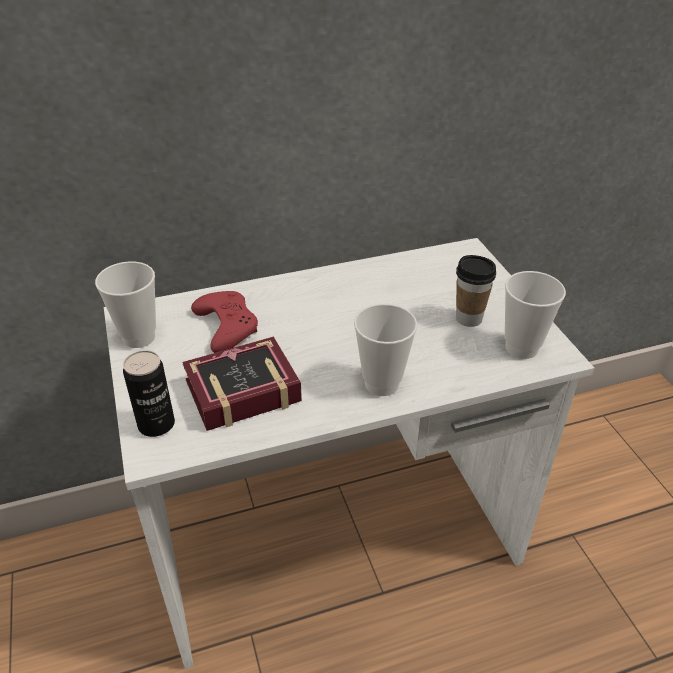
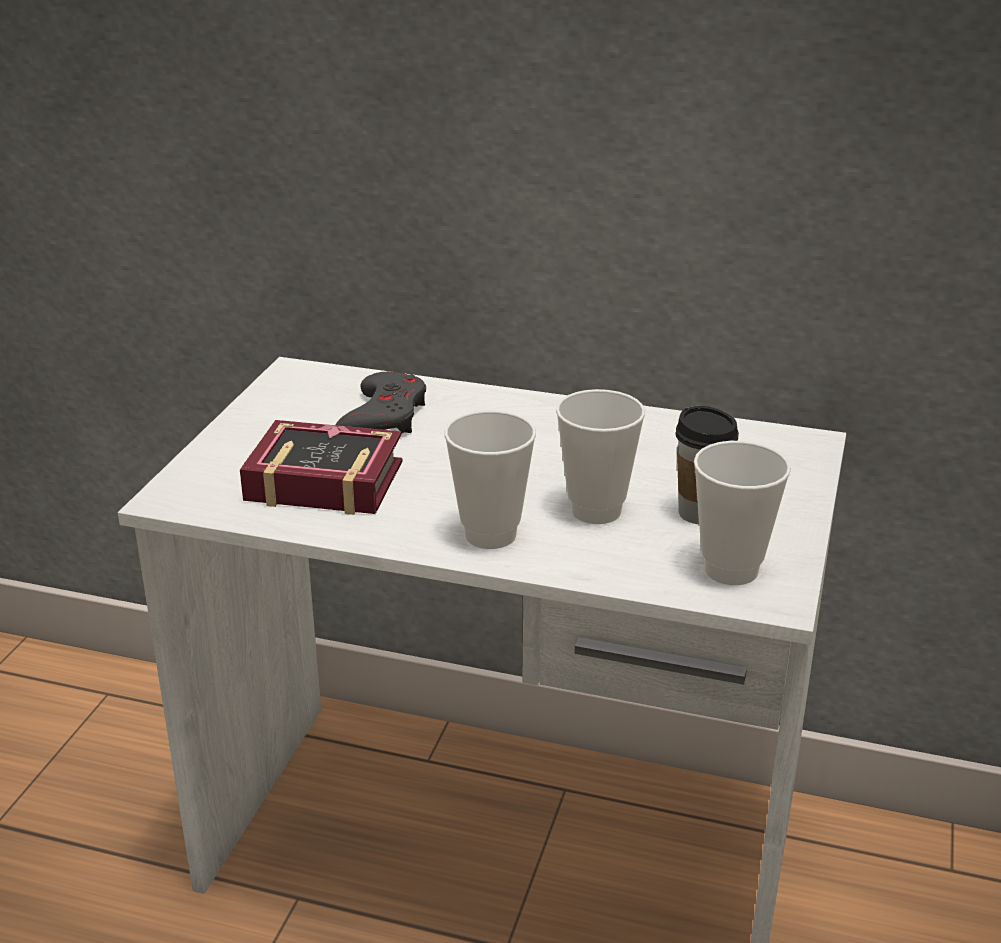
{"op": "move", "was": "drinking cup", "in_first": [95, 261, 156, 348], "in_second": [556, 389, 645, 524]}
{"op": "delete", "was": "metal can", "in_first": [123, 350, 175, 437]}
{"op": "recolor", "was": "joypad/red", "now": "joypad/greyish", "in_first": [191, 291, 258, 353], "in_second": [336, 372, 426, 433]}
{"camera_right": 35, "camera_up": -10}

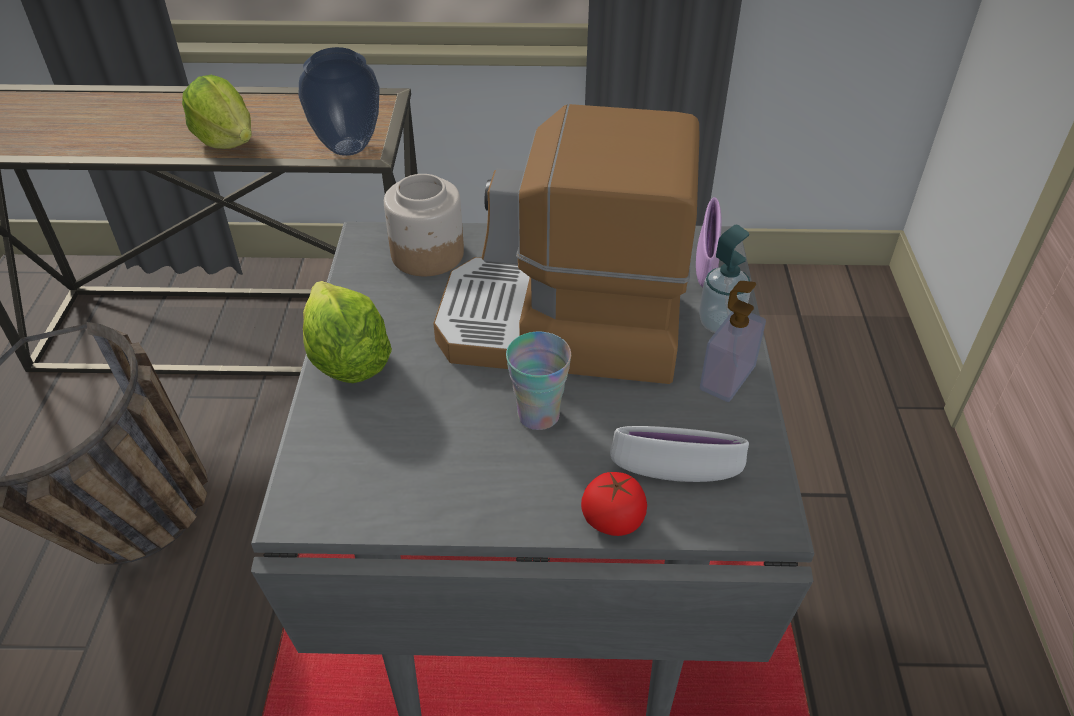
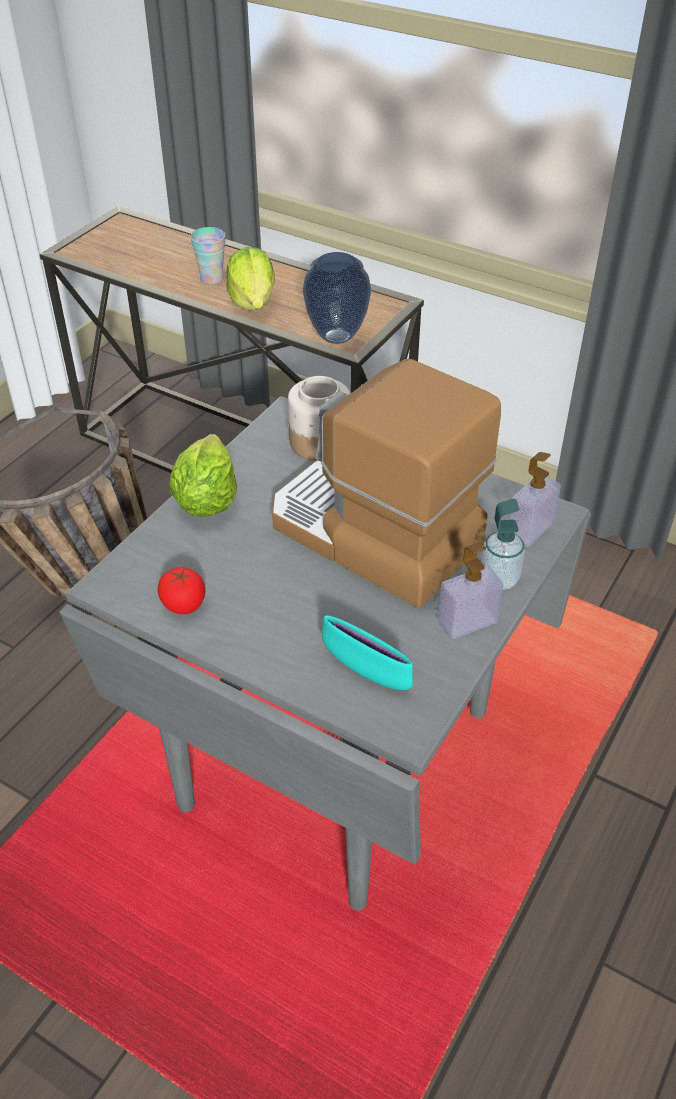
{"op": "move", "was": "drinking cup", "in_first": [506, 332, 571, 430], "in_second": [191, 227, 225, 284]}
{"op": "move", "was": "whole tomato", "in_first": [581, 472, 647, 536], "in_second": [158, 567, 206, 614]}
{"op": "recolor", "was": "bowl/white", "now": "bowl/turquoise-coloured", "in_first": [610, 426, 749, 482], "in_second": [322, 615, 413, 690]}
{"op": "replace", "was": "bowl/purple", "now": "soap bottle", "in_first": [696, 197, 721, 288], "in_second": [508, 452, 561, 548]}
{"camera_right": 30, "camera_up": 0}

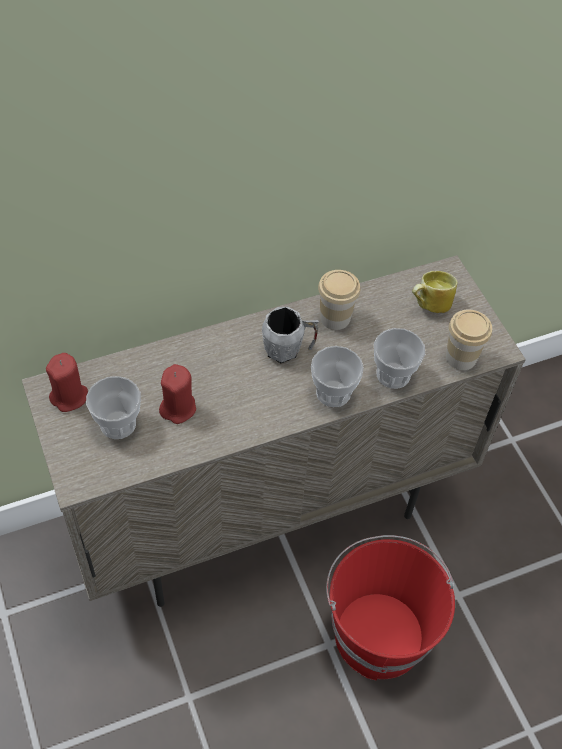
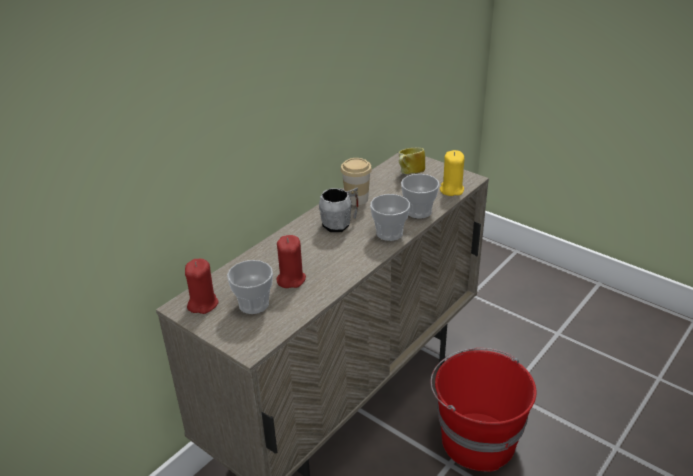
{"op": "replace", "was": "drinking cup", "now": "wax light/yellowish", "in_first": [446, 310, 492, 370], "in_second": [440, 150, 464, 196]}
{"camera_right": -25, "camera_up": -20}

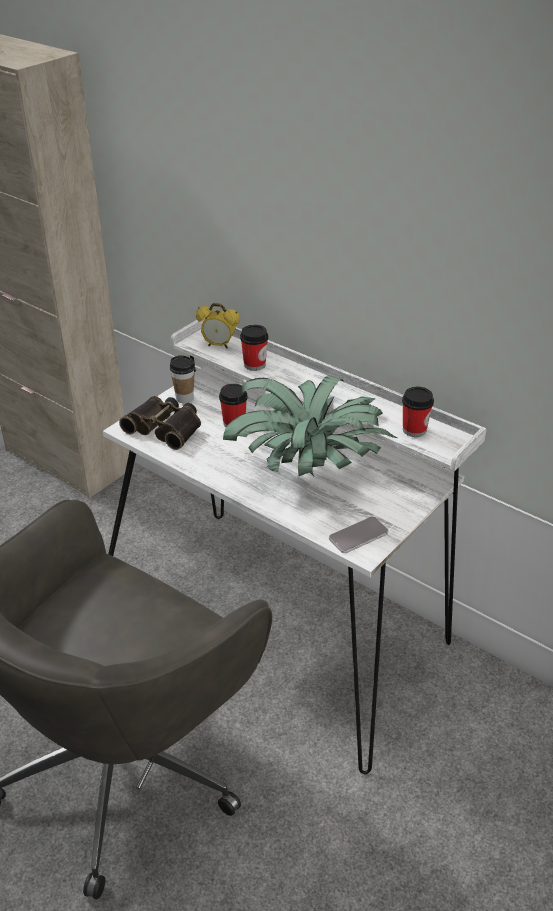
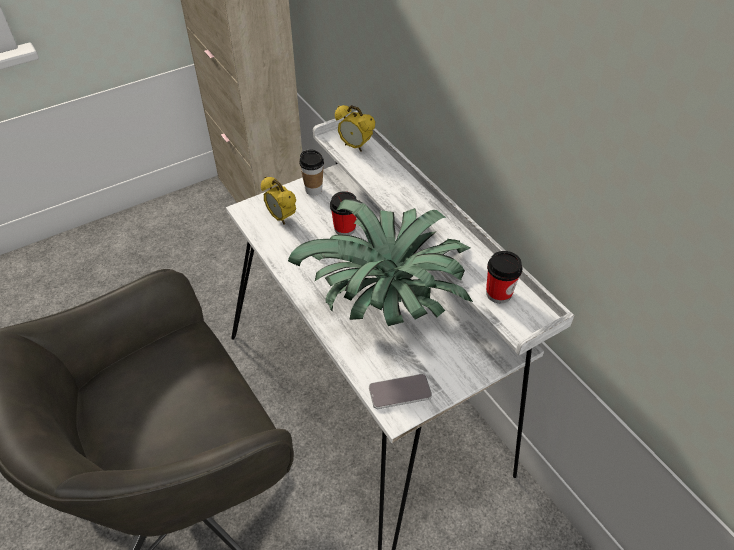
{"op": "replace", "was": "pair of binoculars", "now": "bedside clock", "in_first": [119, 396, 201, 450], "in_second": [261, 177, 296, 225]}
{"op": "delete", "was": "drinking cup", "in_first": [240, 325, 268, 371]}
{"camera_right": 20, "camera_up": 10}

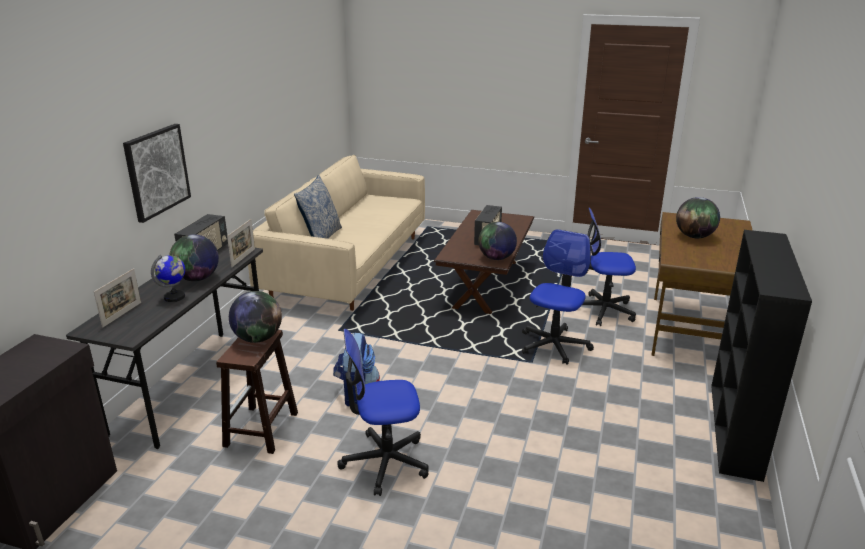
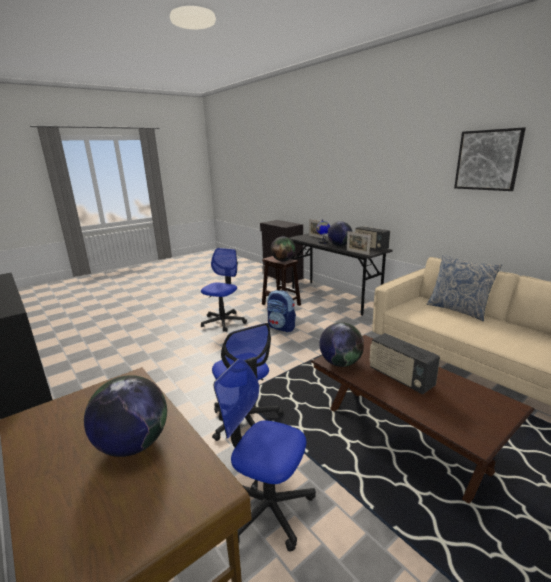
{"op": "move", "was": "wall picture", "in_first": [123, 124, 191, 223], "in_second": [454, 128, 526, 191]}
{"op": "rotate", "was": "office chair", "in_first": [582, 207, 636, 326], "in_second": [214, 359, 316, 551], "clockwise": -105}
{"camera_right": 125, "camera_up": -5}

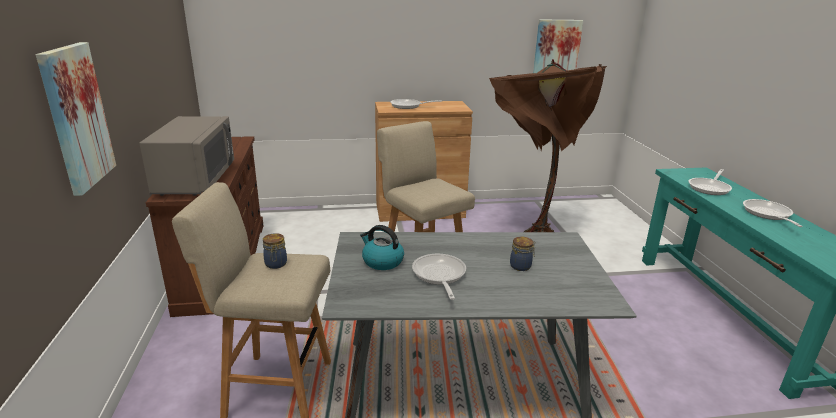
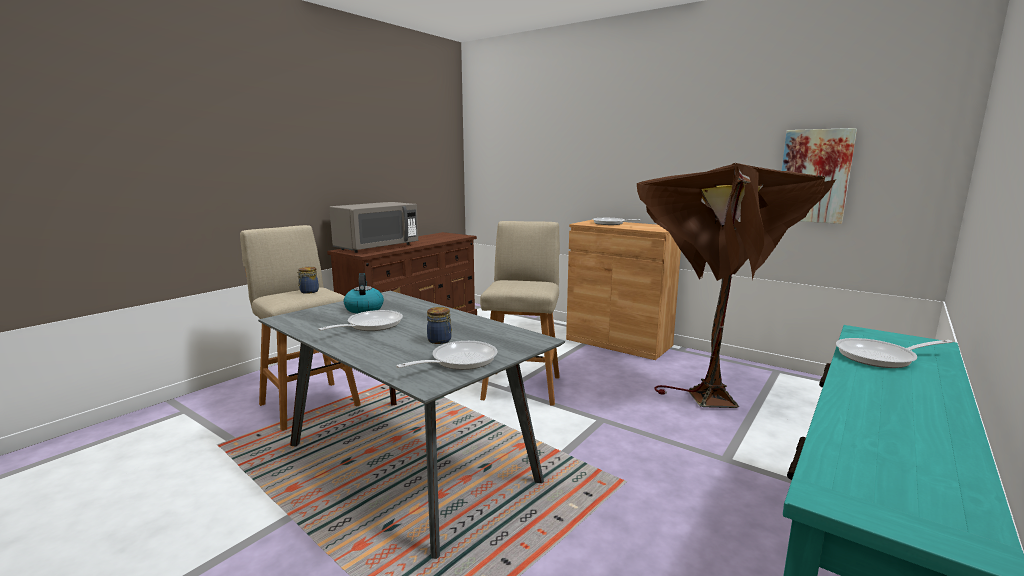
{"op": "delete", "was": "wall picture", "in_first": [36, 42, 116, 196]}
{"op": "move", "was": "frying pan", "in_first": [743, 199, 803, 227], "in_second": [396, 341, 498, 370]}
{"camera_right": 45, "camera_up": -10}

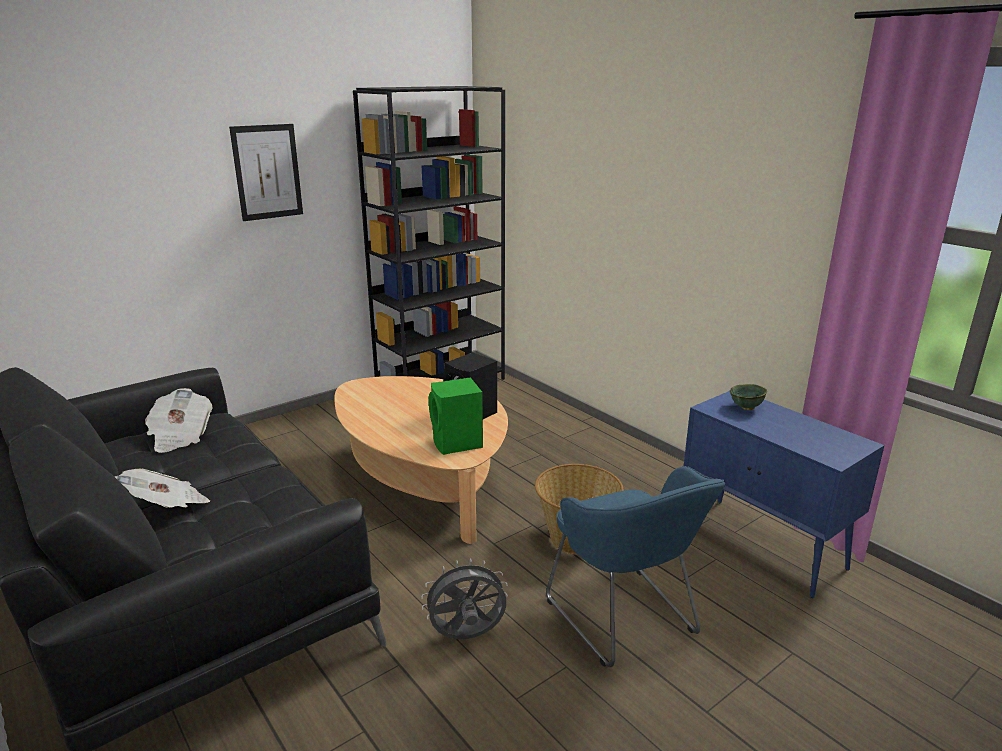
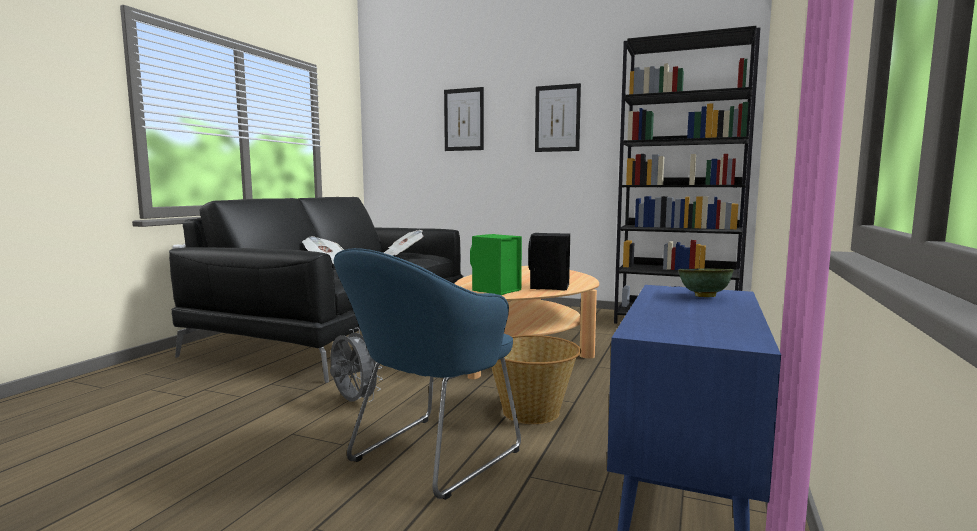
{"op": "insert", "now": "wall picture", "in_second": [444, 87, 484, 151]}
{"camera_right": 60, "camera_up": -15}

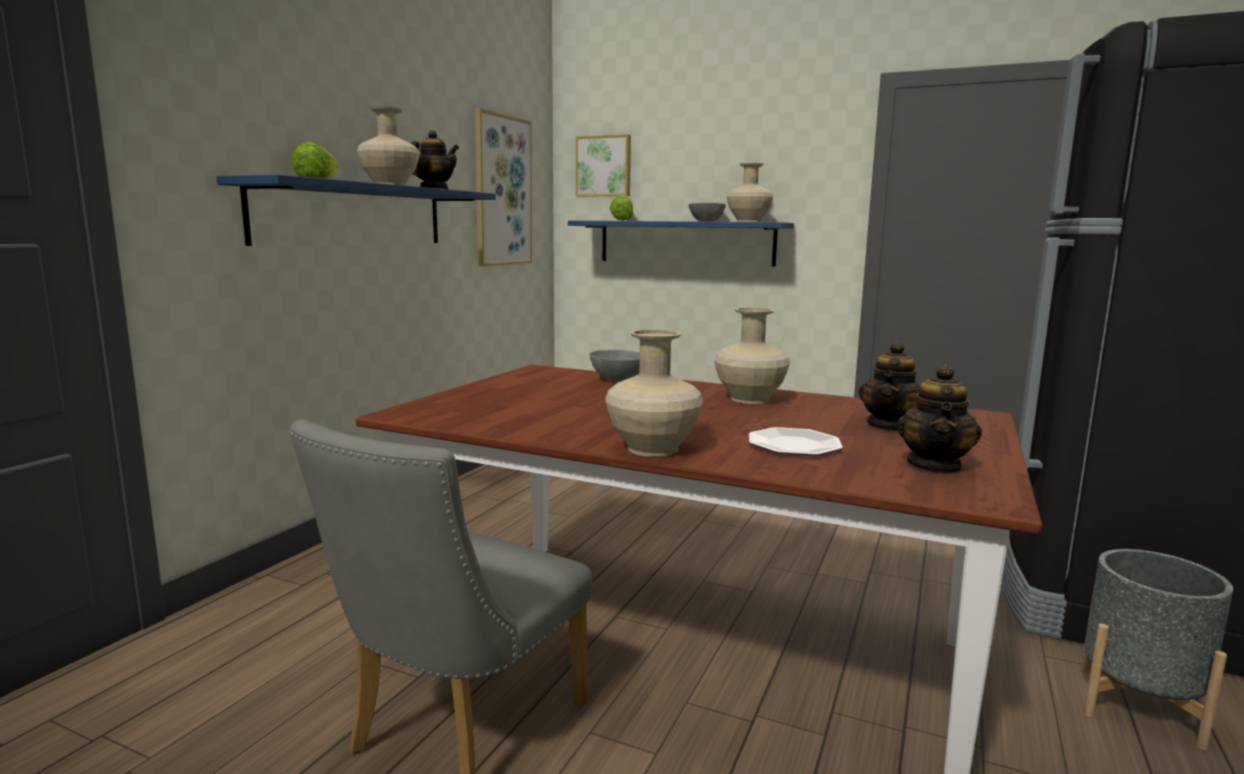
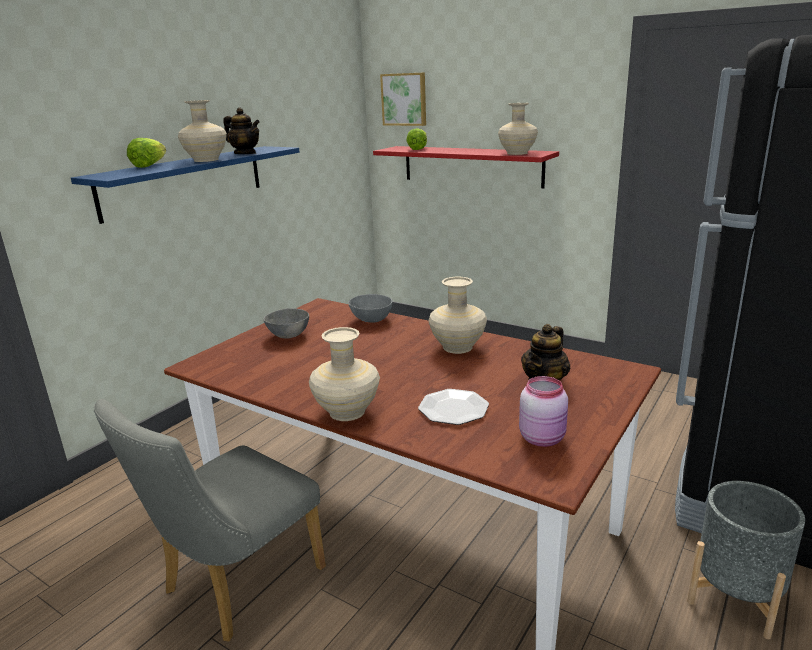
{"op": "delete", "was": "wall picture", "in_first": [475, 108, 532, 266]}
{"op": "recolor", "was": "bracket shelf/blue-coloured", "now": "bracket shelf/red", "in_first": [568, 221, 794, 267], "in_second": [373, 146, 559, 188]}
{"op": "move", "was": "bowl/greyish", "in_first": [688, 203, 725, 222], "in_second": [263, 308, 309, 339]}
{"op": "replace", "was": "pot for tea", "now": "preserve jar/pinkish", "in_first": [897, 365, 982, 474], "in_second": [519, 376, 568, 447]}
{"camera_right": 10, "camera_up": 10}

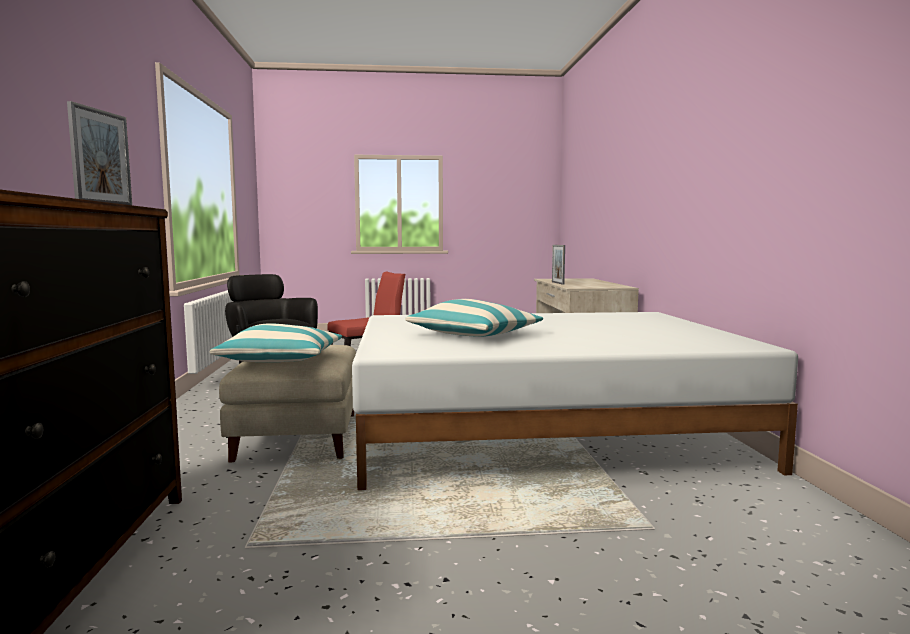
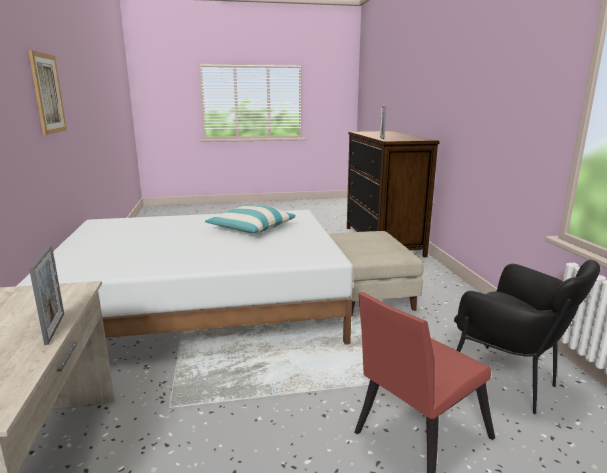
{"op": "delete", "was": "cushion", "in_first": [209, 323, 342, 362]}
{"op": "insert", "now": "wall picture", "in_second": [28, 50, 67, 135]}
{"camera_right": 175, "camera_up": 10}

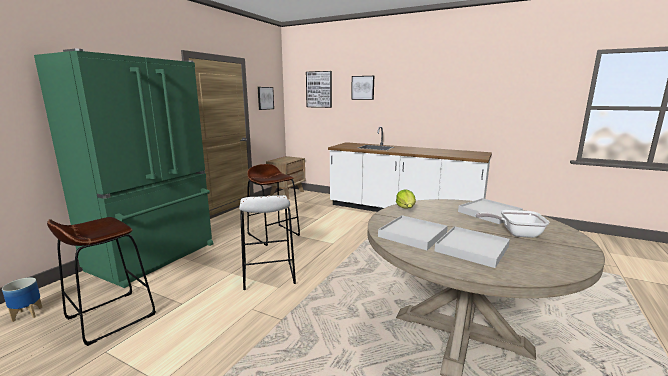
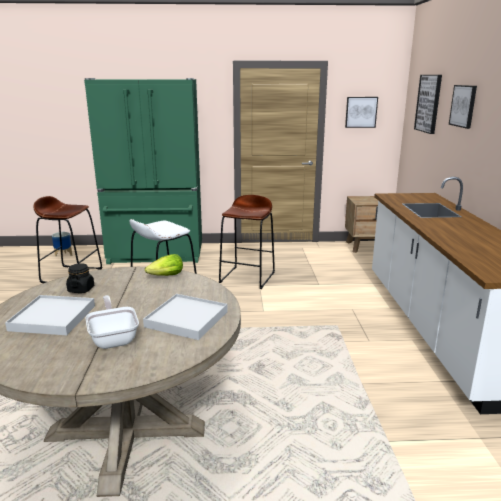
{"op": "replace", "was": "carrying tray/white", "now": "preserve jar/black", "in_first": [378, 215, 448, 250], "in_second": [66, 263, 94, 293]}
{"camera_right": 60, "camera_up": 5}

